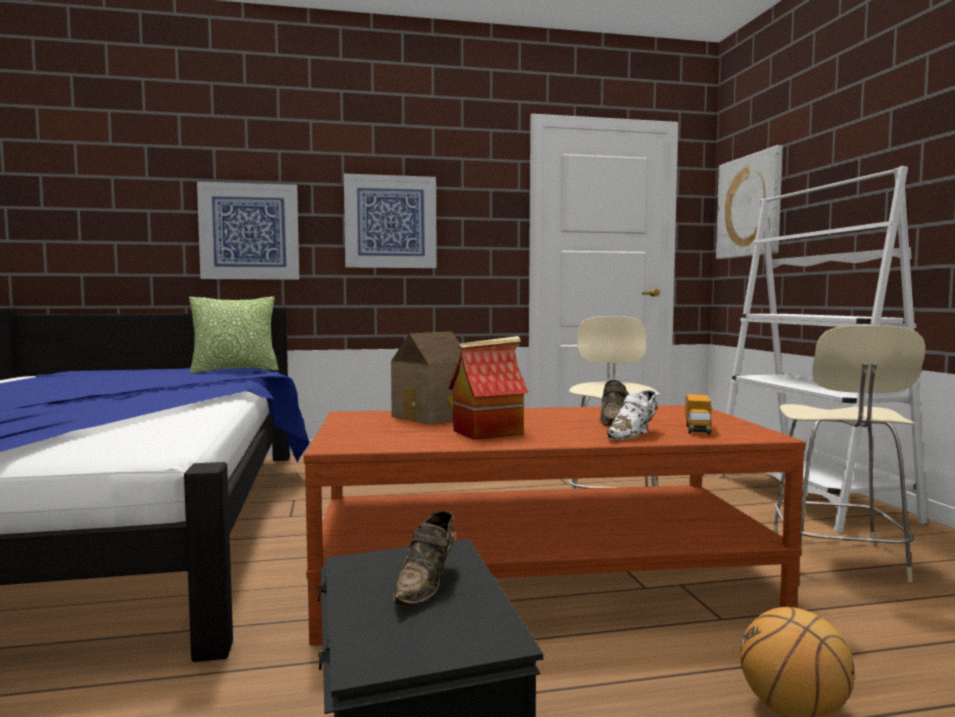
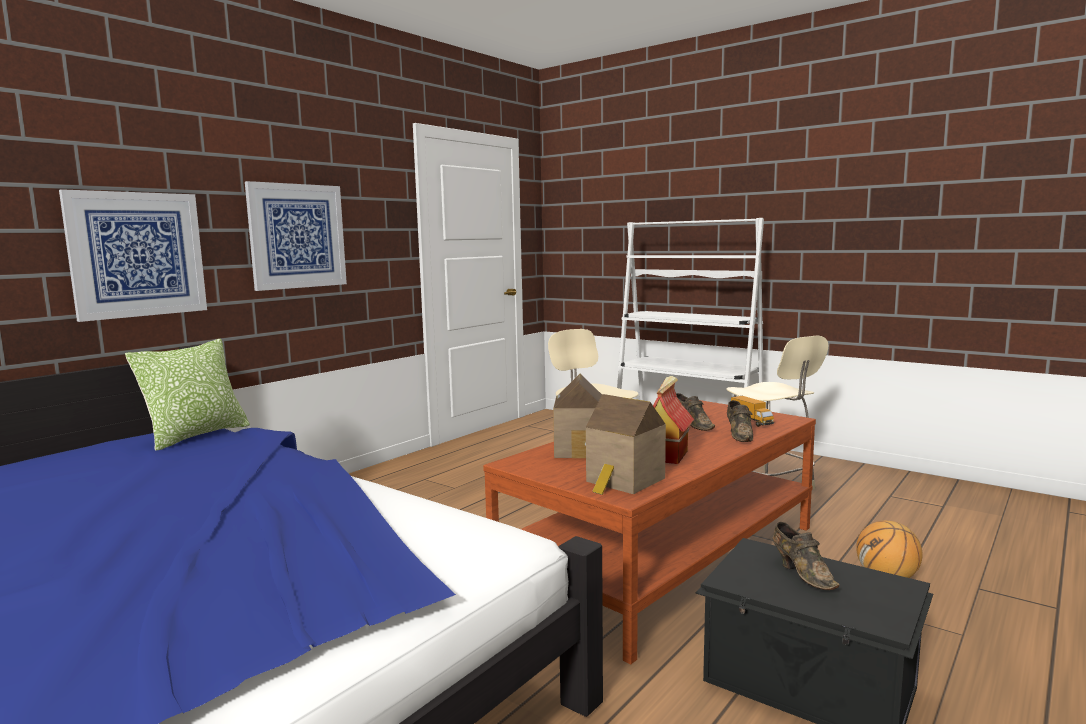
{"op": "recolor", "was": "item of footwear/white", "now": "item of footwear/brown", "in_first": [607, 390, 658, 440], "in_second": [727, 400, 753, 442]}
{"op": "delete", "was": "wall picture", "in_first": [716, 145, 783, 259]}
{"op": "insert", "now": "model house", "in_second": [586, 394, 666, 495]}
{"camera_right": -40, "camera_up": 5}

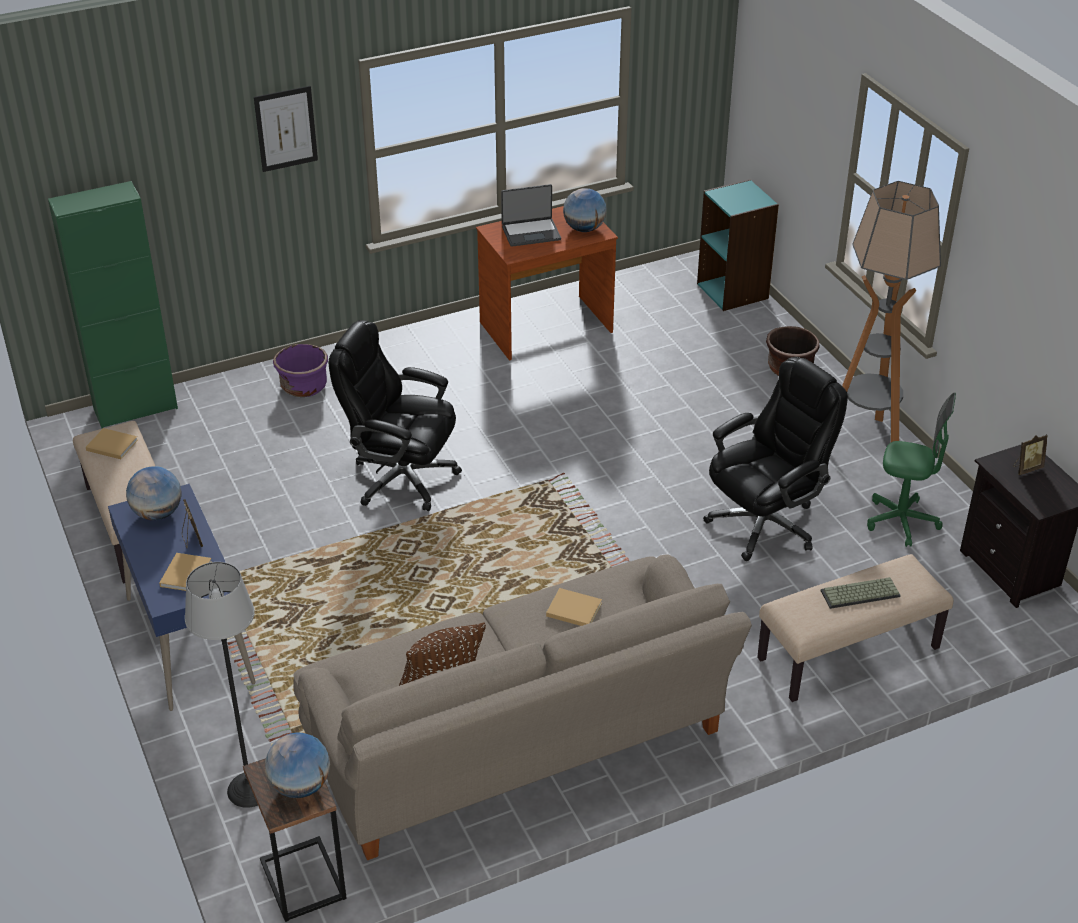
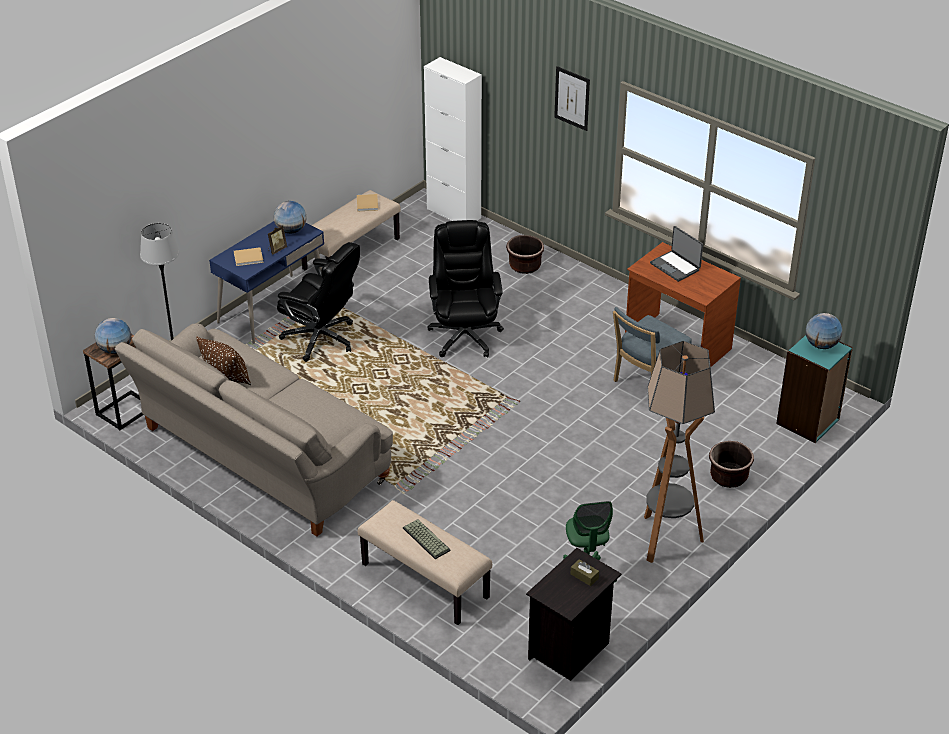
{"op": "recolor", "was": "storage cabinet/green-coloured", "now": "storage cabinet/white", "in_first": [48, 181, 178, 428], "in_second": [424, 57, 482, 221]}
{"op": "recolor", "was": "flower pot/purple", "now": "flower pot/brown", "in_first": [273, 344, 328, 397], "in_second": [506, 235, 544, 274]}
{"op": "delete", "was": "volume/beige-coloured", "in_first": [546, 588, 602, 626]}
{"op": "move", "was": "desk globe", "in_first": [563, 188, 607, 232], "in_second": [806, 313, 842, 349]}
{"op": "move", "was": "office chair/black", "in_first": [703, 357, 848, 561], "in_second": [277, 242, 360, 362]}
{"op": "replace", "was": "picture frame", "now": "tissue holder/brown", "in_first": [1013, 434, 1048, 475], "in_second": [571, 560, 599, 586]}
{"op": "insert", "now": "plain chair/blue-coloured", "in_second": [613, 307, 692, 382]}
{"camera_right": 65, "camera_up": 0}

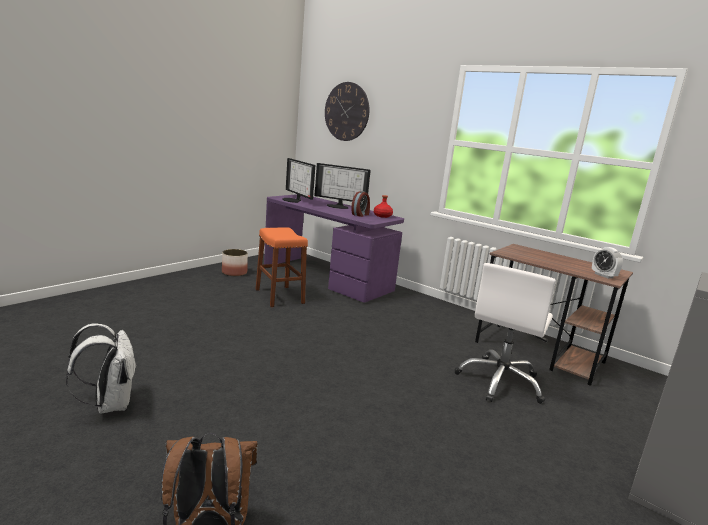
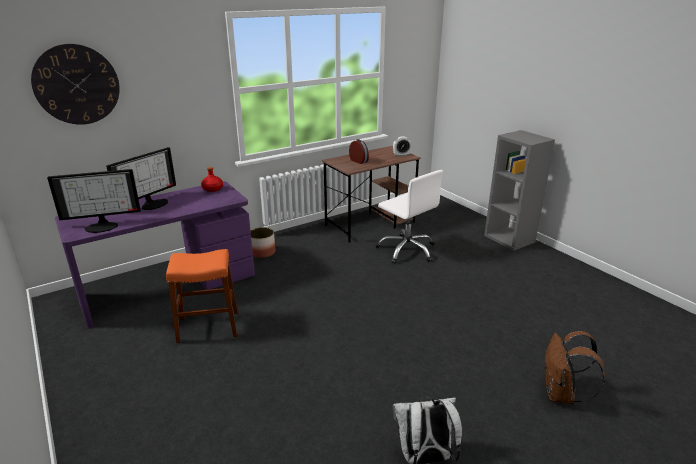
{"op": "move", "was": "flower pot", "in_first": [222, 249, 248, 276], "in_second": [250, 227, 276, 258]}
{"op": "move", "was": "bedside clock", "in_first": [351, 191, 370, 217], "in_second": [349, 139, 369, 164]}
{"camera_right": -70, "camera_up": 10}

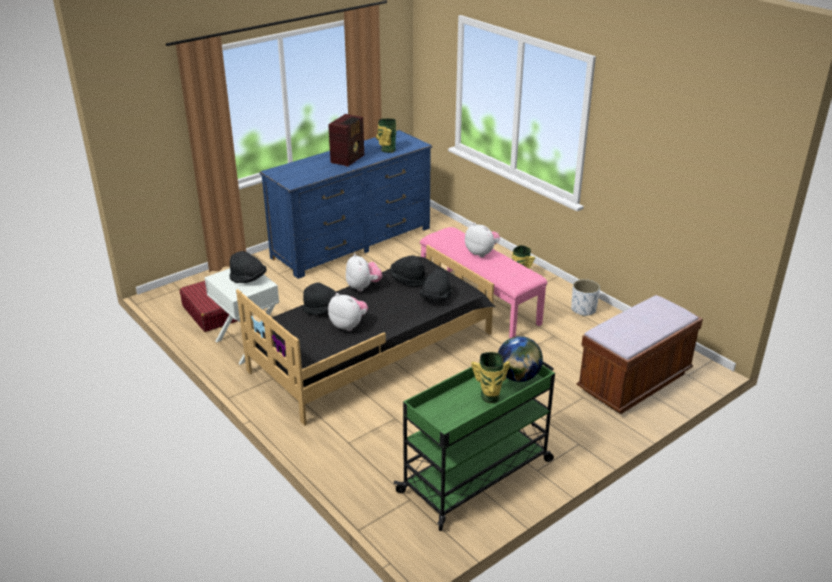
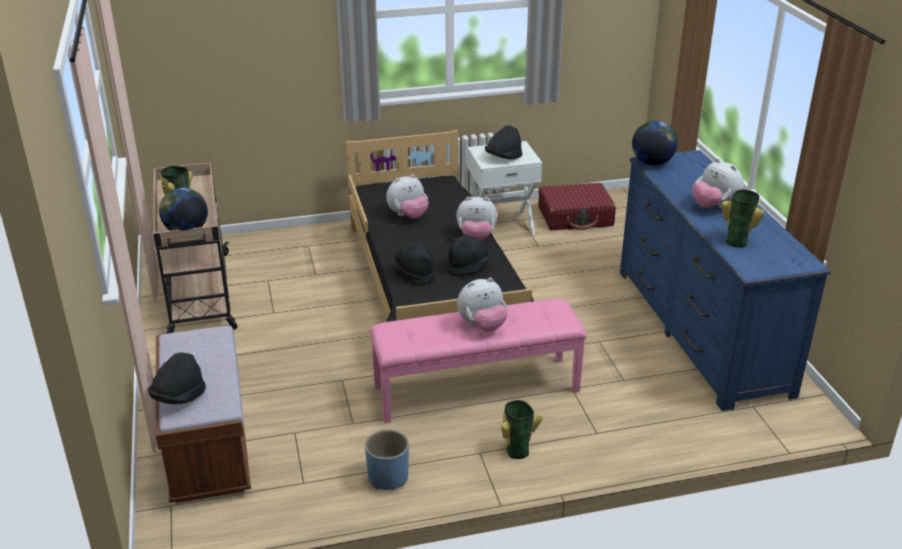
{"op": "move", "was": "hat/black", "in_first": [303, 283, 337, 315], "in_second": [148, 352, 206, 404]}
{"op": "replace", "was": "radio receiver", "now": "plush toy", "in_first": [328, 114, 364, 167], "in_second": [692, 158, 744, 208]}
{"op": "recolor", "was": "wheeled cart/green-coloured", "now": "wheeled cart/beige-coloured", "in_first": [394, 361, 555, 531], "in_second": [153, 163, 237, 334]}
{"op": "recolor", "was": "flower pot/white", "now": "flower pot/blue-coloured", "in_first": [571, 279, 600, 316], "in_second": [365, 430, 409, 490]}
{"op": "insert", "now": "desk globe", "in_second": [632, 121, 678, 166]}
{"camera_right": 115, "camera_up": 0}

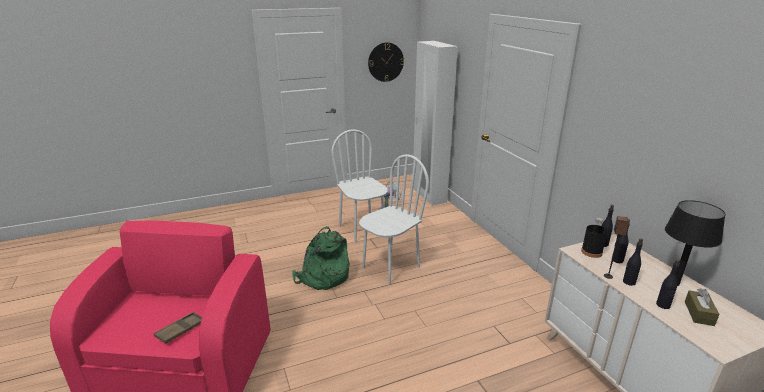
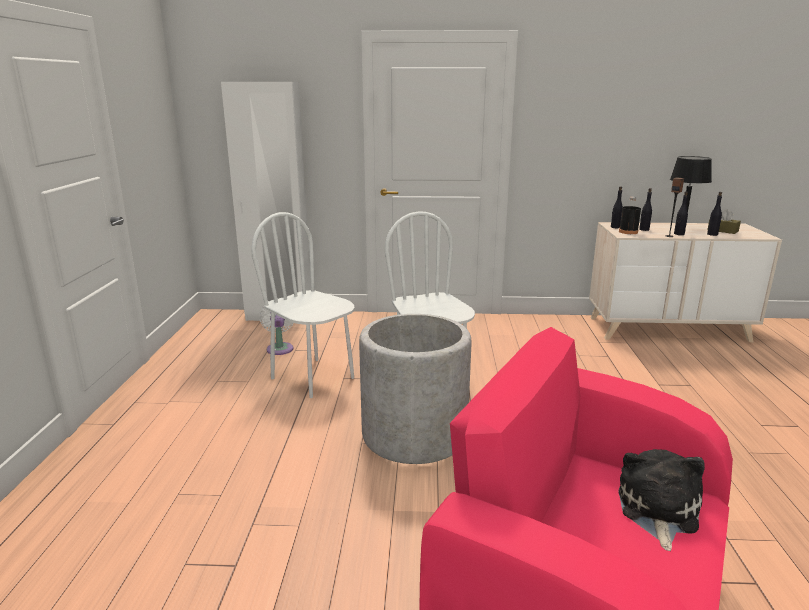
{"op": "replace", "was": "carrying tray/brown", "now": "plush toy", "in_first": [153, 312, 202, 343], "in_second": [618, 449, 705, 551]}
{"op": "replace", "was": "rucksack/green-coloured", "now": "flower pot/greyish", "in_first": [292, 226, 350, 290], "in_second": [359, 314, 472, 464]}
{"op": "rotate", "was": "plain chair/white", "in_first": [331, 129, 388, 242], "in_second": [251, 212, 355, 398], "clockwise": 45}
{"op": "delete", "was": "wall clock", "in_first": [368, 42, 404, 82]}
{"camera_right": -65, "camera_up": -5}

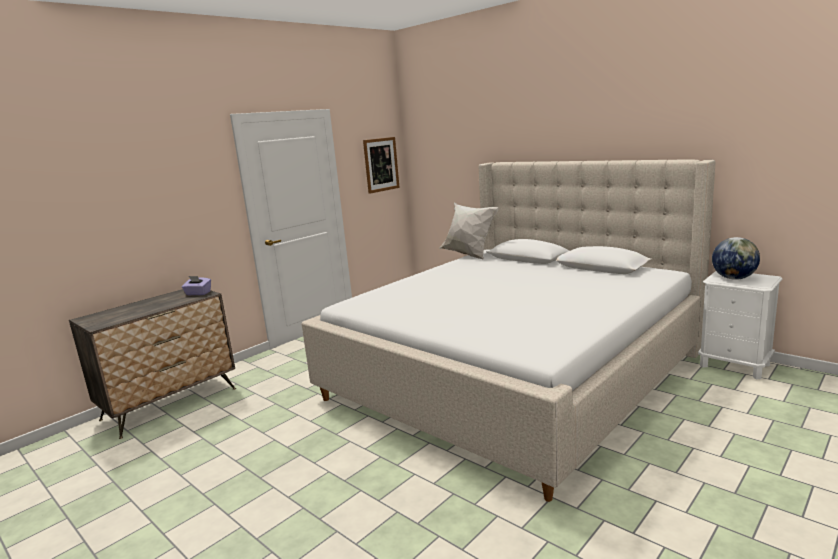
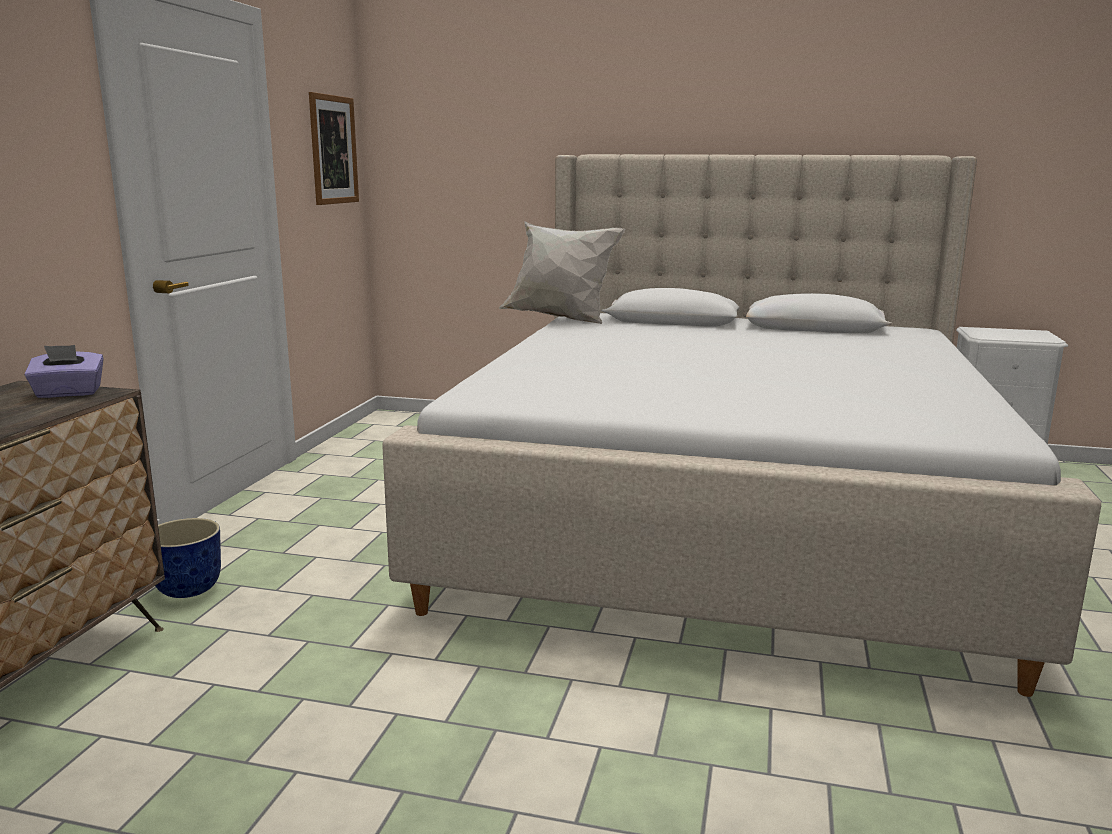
{"op": "delete", "was": "desk globe", "in_first": [712, 237, 760, 280]}
{"op": "insert", "now": "flower pot", "in_second": [156, 518, 221, 598]}
{"camera_right": -30, "camera_up": 0}

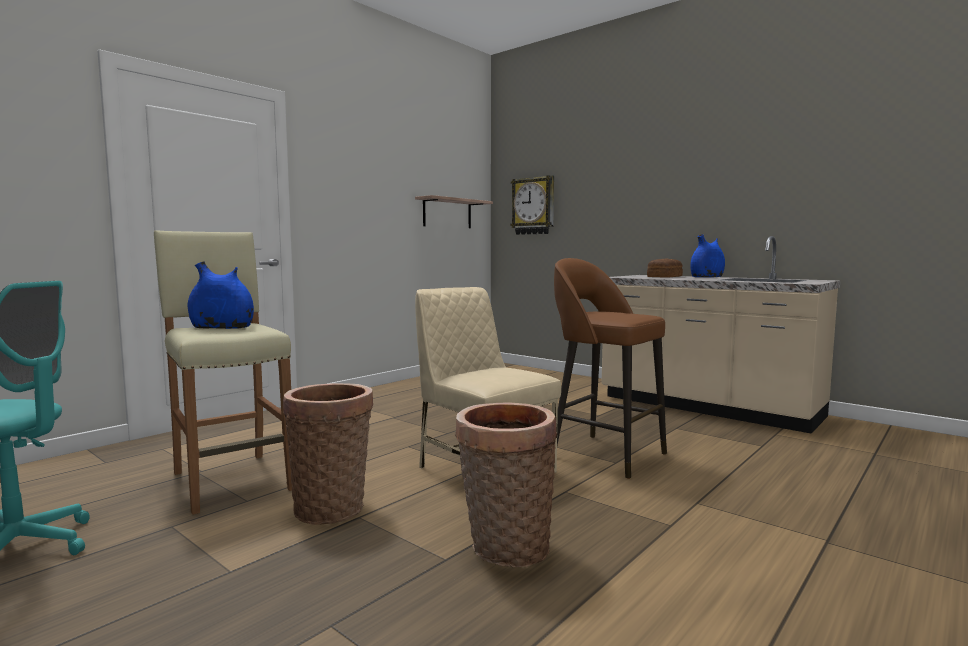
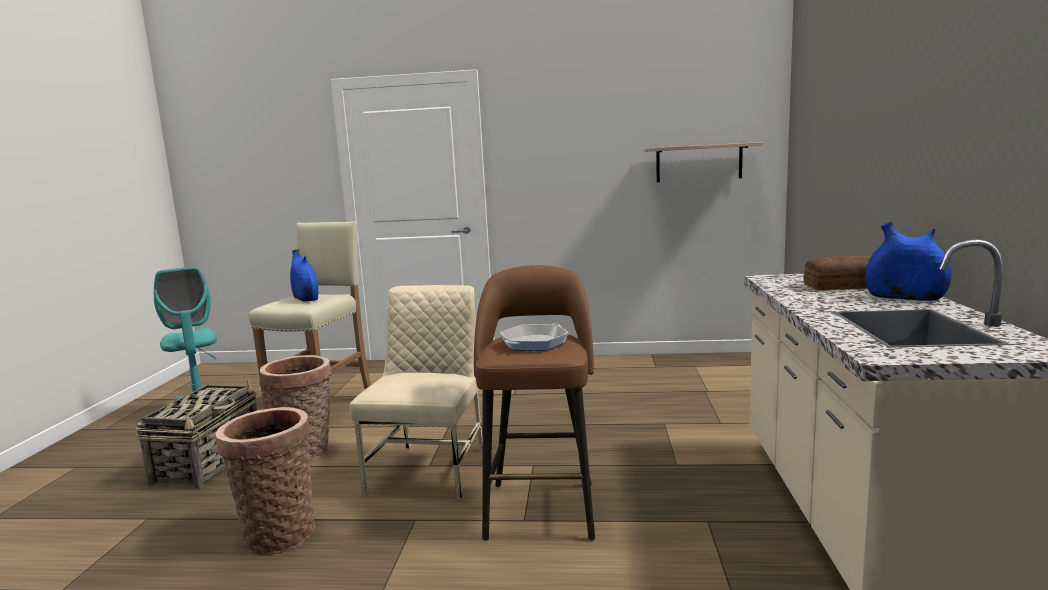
{"op": "delete", "was": "wall clock", "in_first": [510, 175, 554, 235]}
{"op": "insert", "now": "household basket", "in_second": [136, 379, 258, 489]}
{"op": "insert", "now": "frying pan", "in_second": [500, 324, 569, 351]}
{"camera_right": 55, "camera_up": 5}

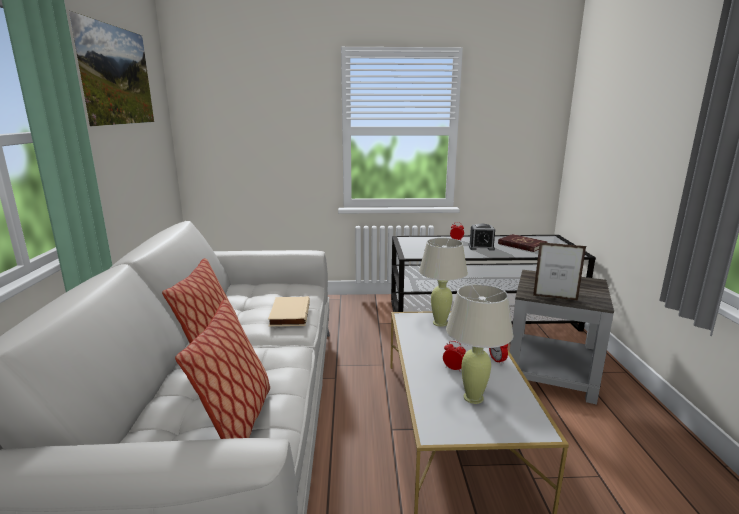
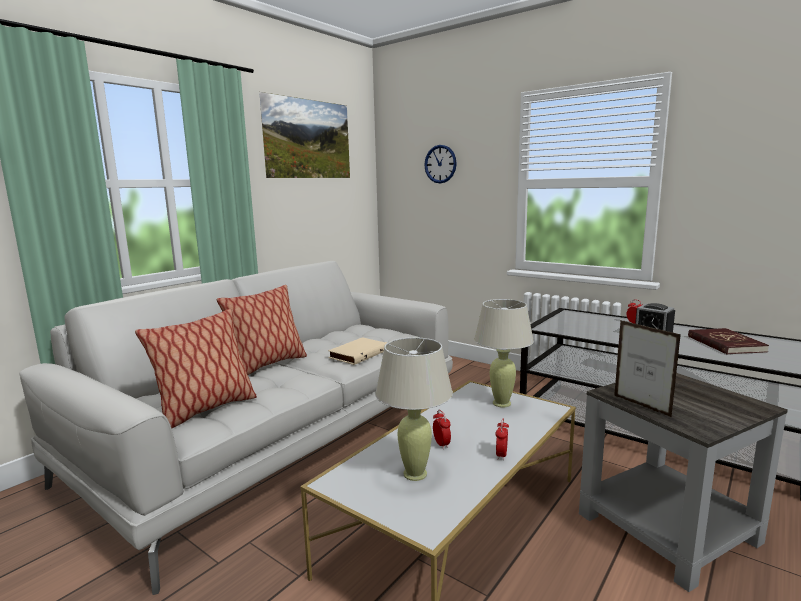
{"op": "insert", "now": "wall clock", "in_second": [424, 145, 457, 183]}
{"camera_right": 40, "camera_up": -5}

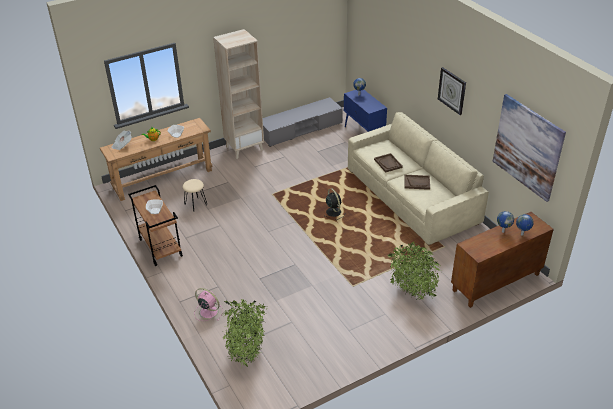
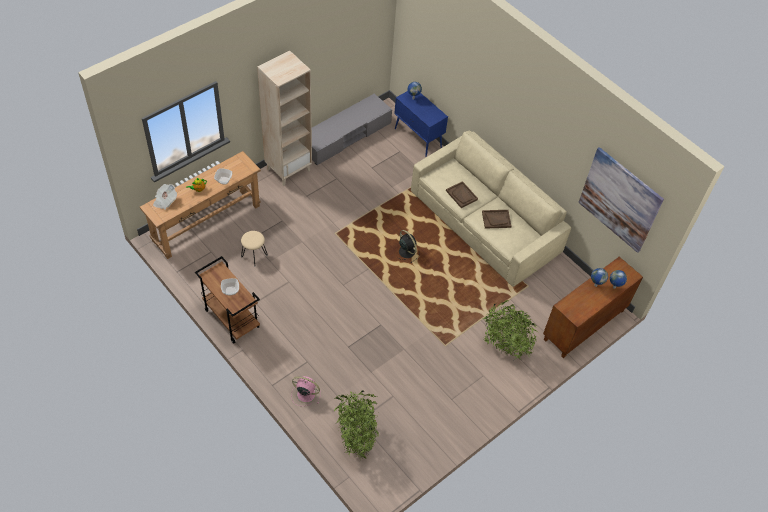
{"op": "delete", "was": "wall clock", "in_first": [438, 67, 466, 115]}
{"camera_right": -15, "camera_up": 15}

